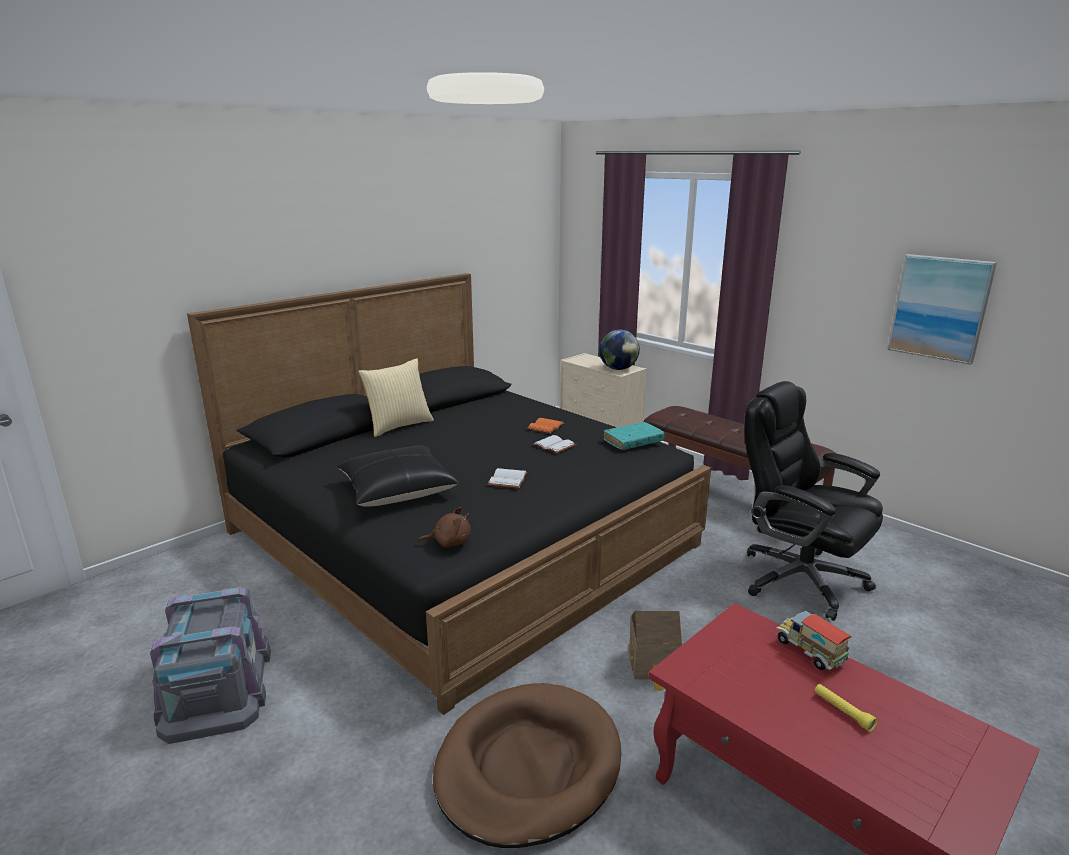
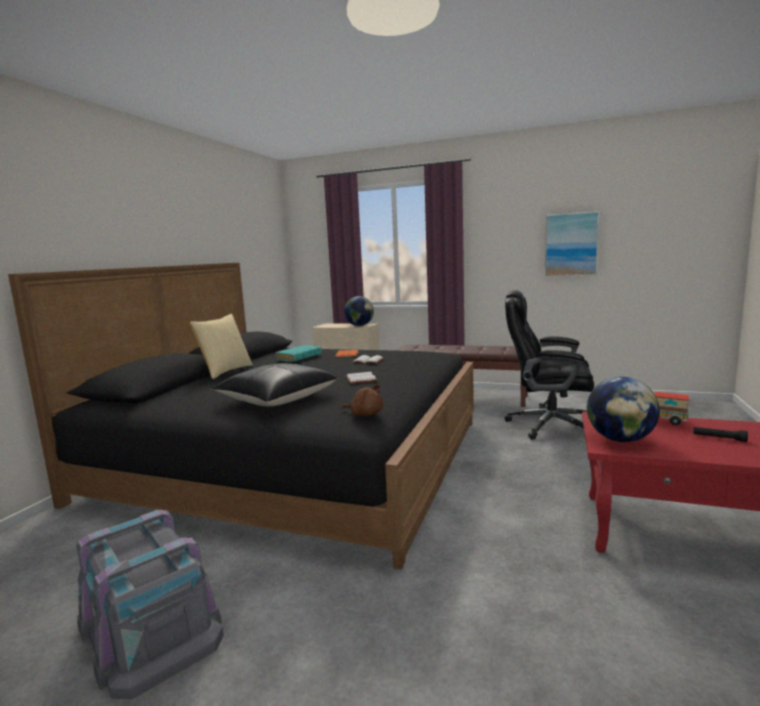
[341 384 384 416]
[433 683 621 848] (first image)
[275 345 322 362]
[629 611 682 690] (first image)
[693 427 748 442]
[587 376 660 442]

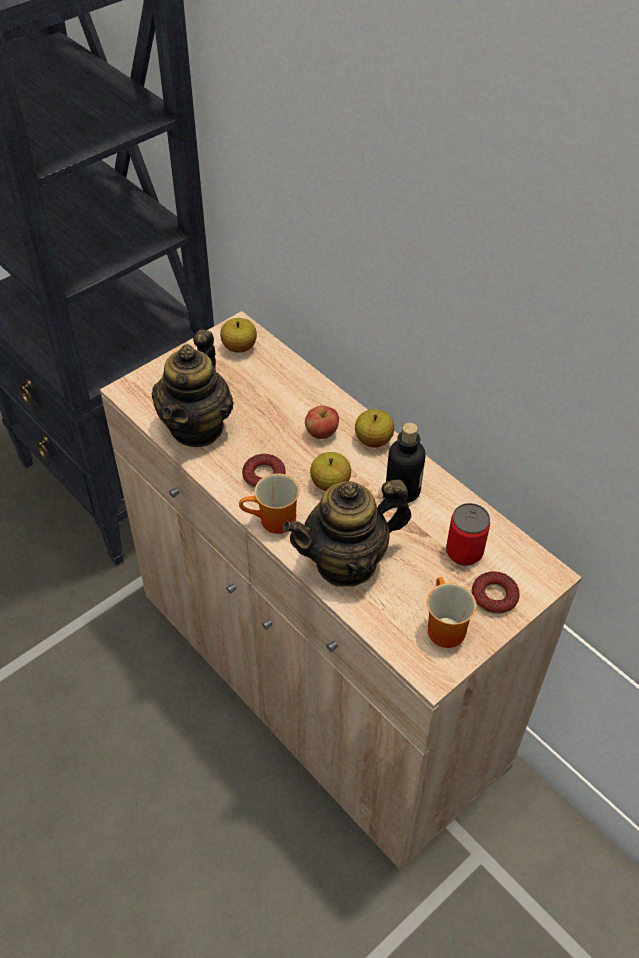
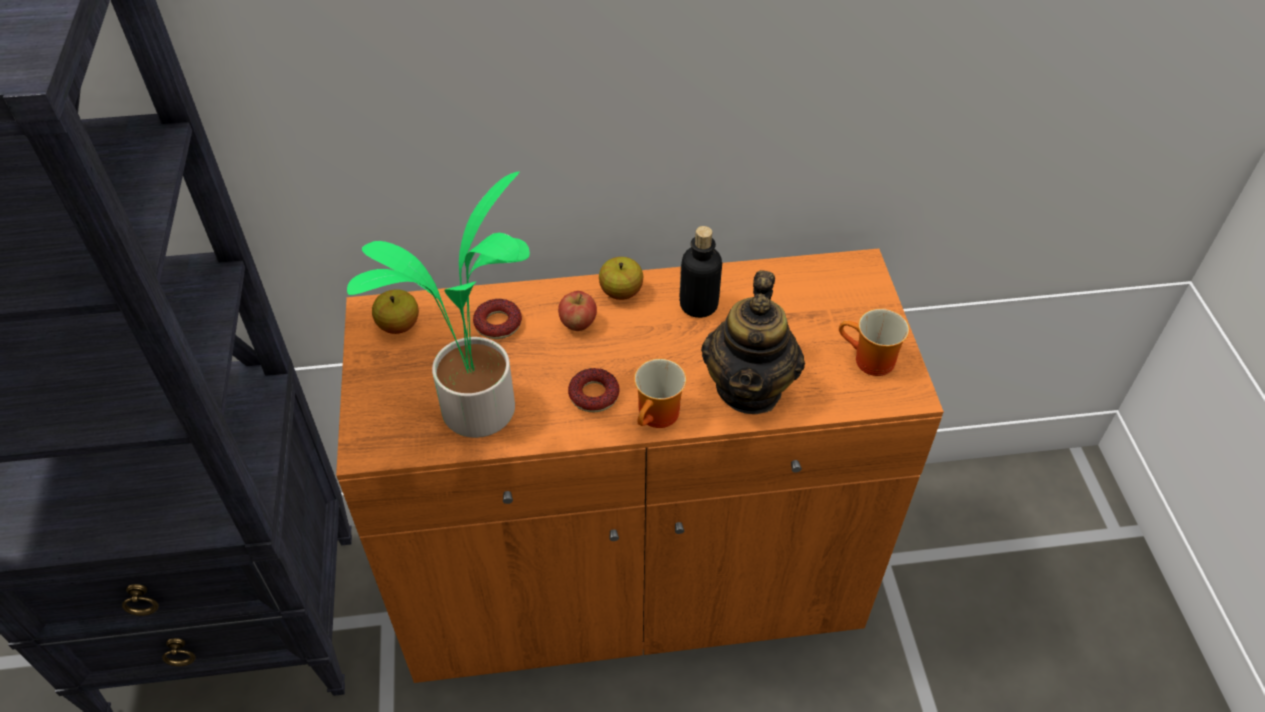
[336 249 944 683]
[347 172 530 438]
[310 452 351 491] (first image)
[446 503 490 566] (first image)
[473 299 522 339]

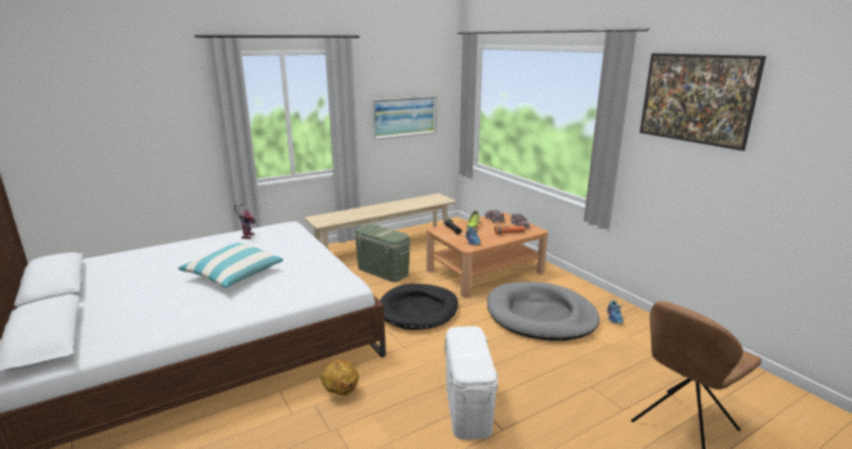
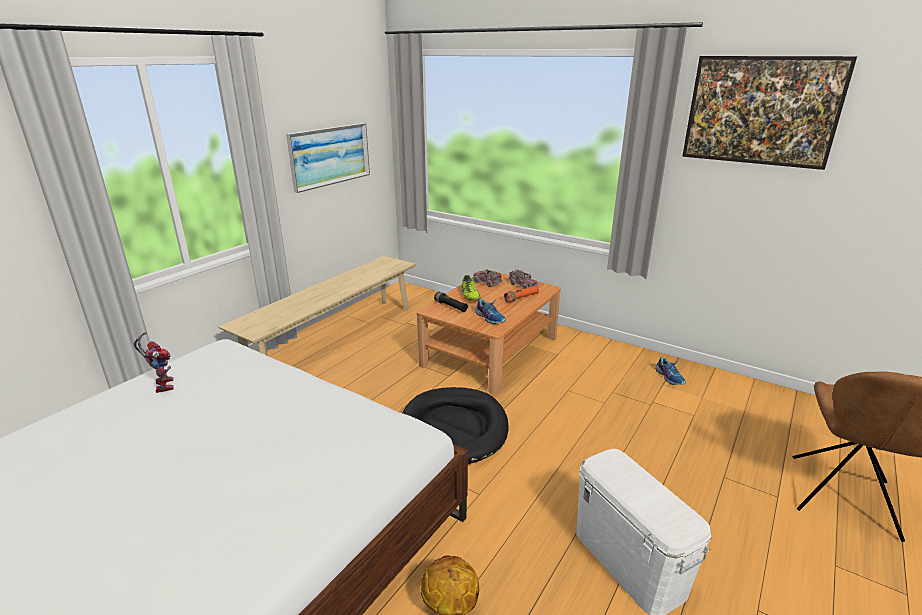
[178 243 283 288] (first image)
[354 224 411 282] (first image)
[487 282 600 341] (first image)

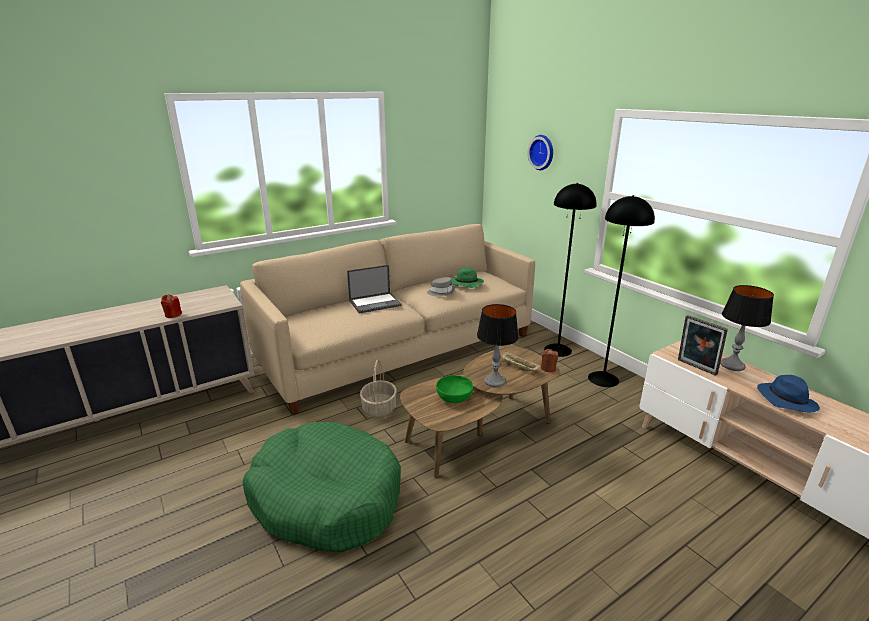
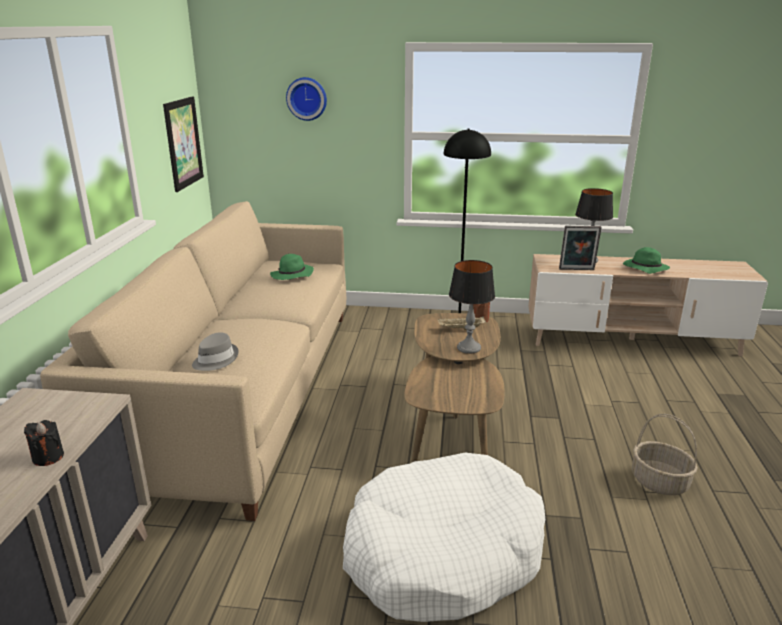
[24 420 64 466]
[343 453 545 622]
[347 265 402 314] (first image)
[632 414 698 495]
[192 332 239 371]
[436 375 473 403] (first image)
[544 183 597 357] (first image)
[623 247 670 274]
[163 96 204 192]

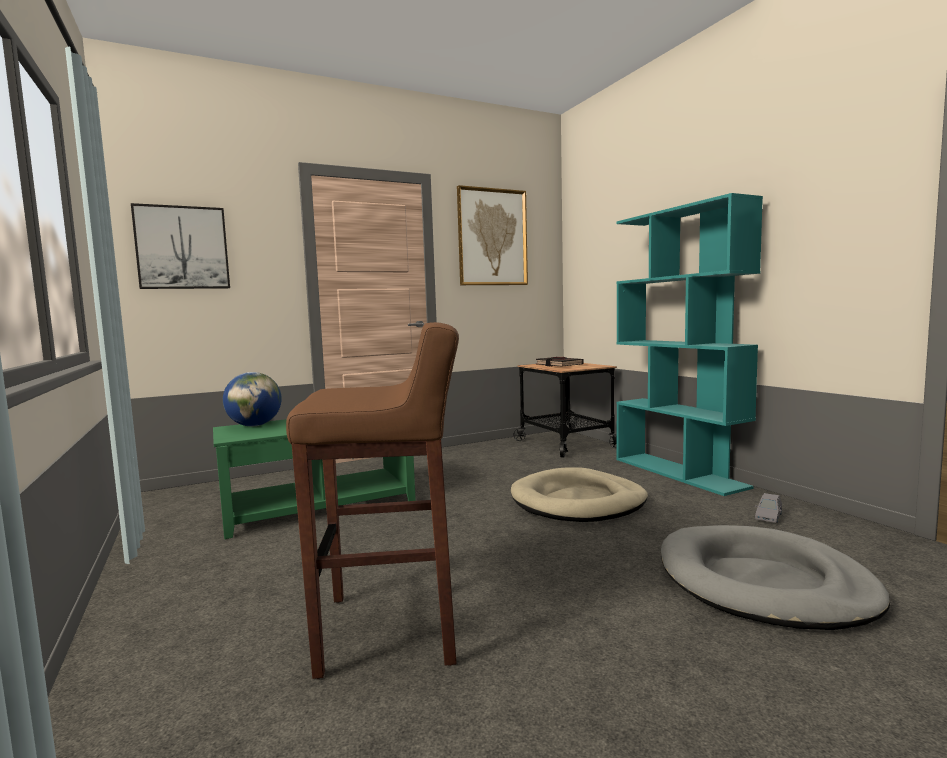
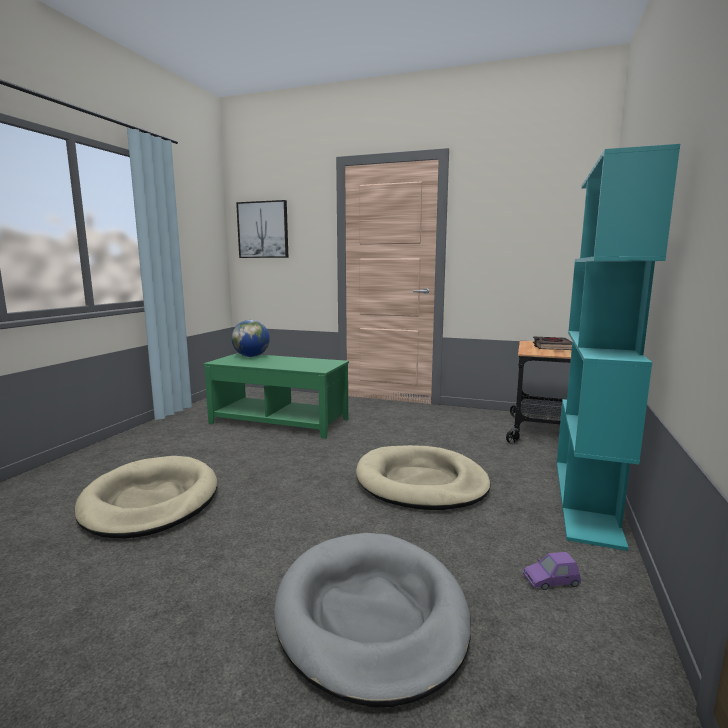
[75 456 217 538]
[457 185 528 285] (first image)
[523 552 581 590]

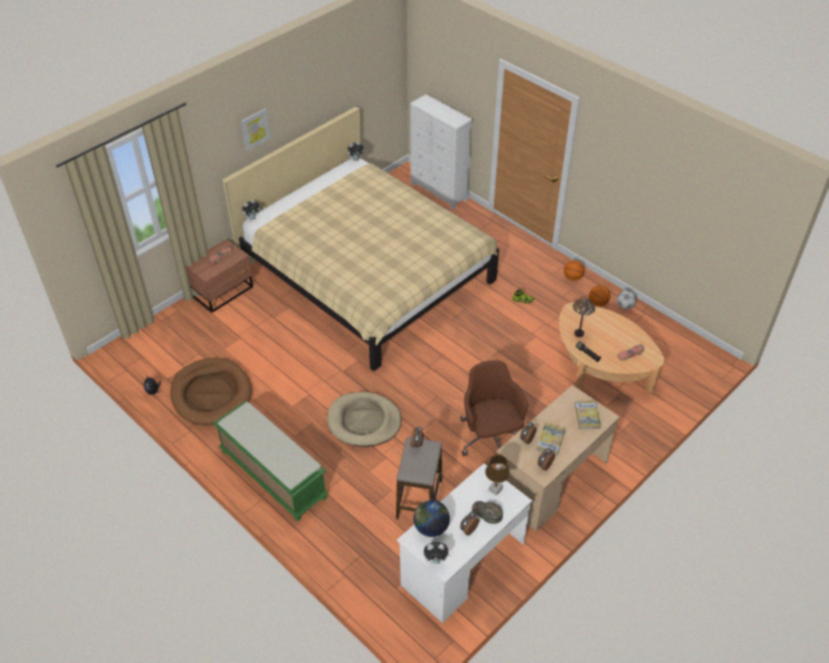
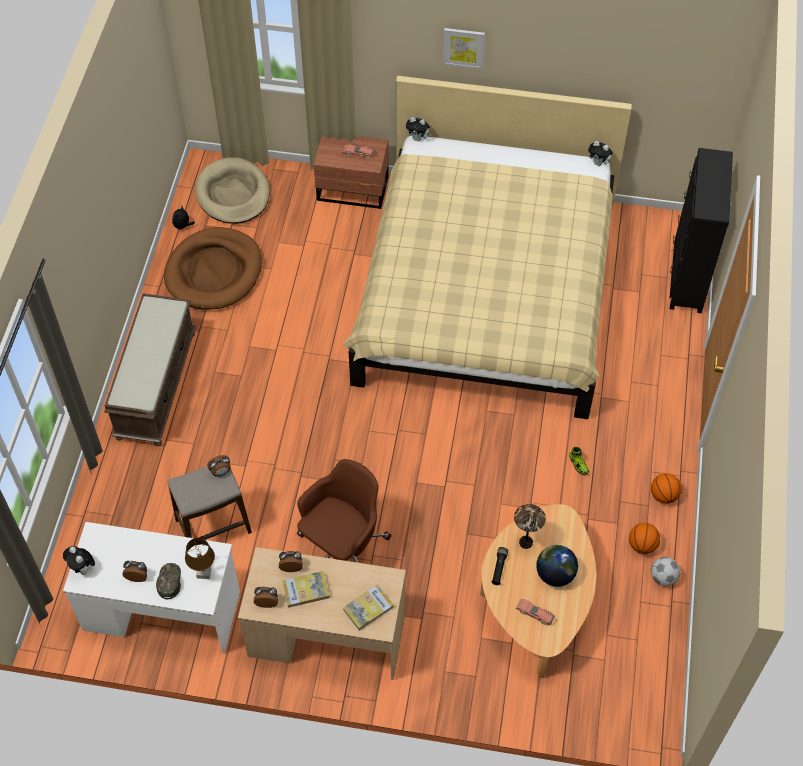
[104 293 196 446]
[195 157 270 224]
[670 148 733 313]
[536 545 578 587]

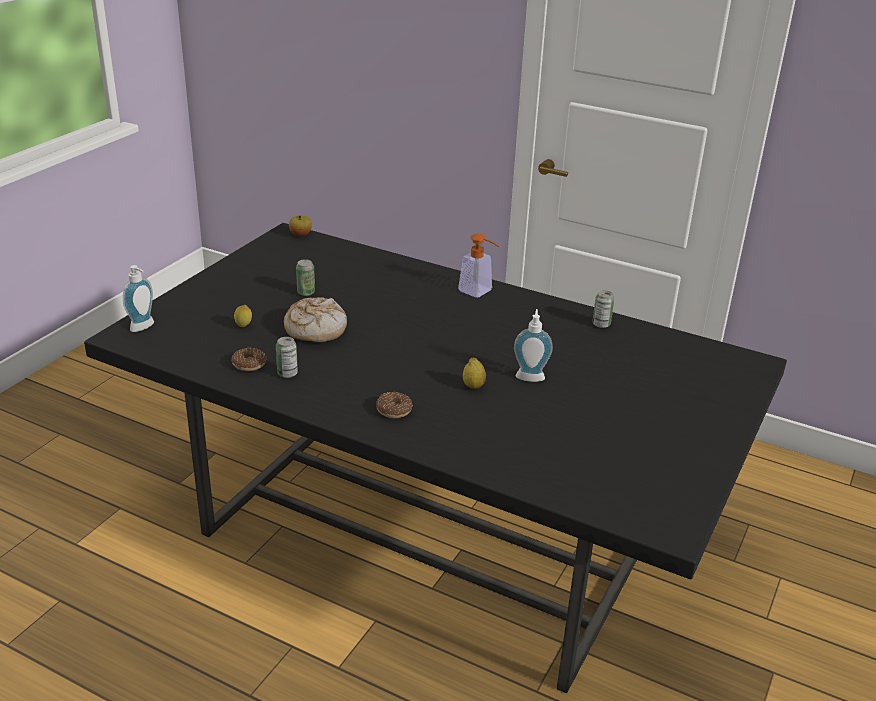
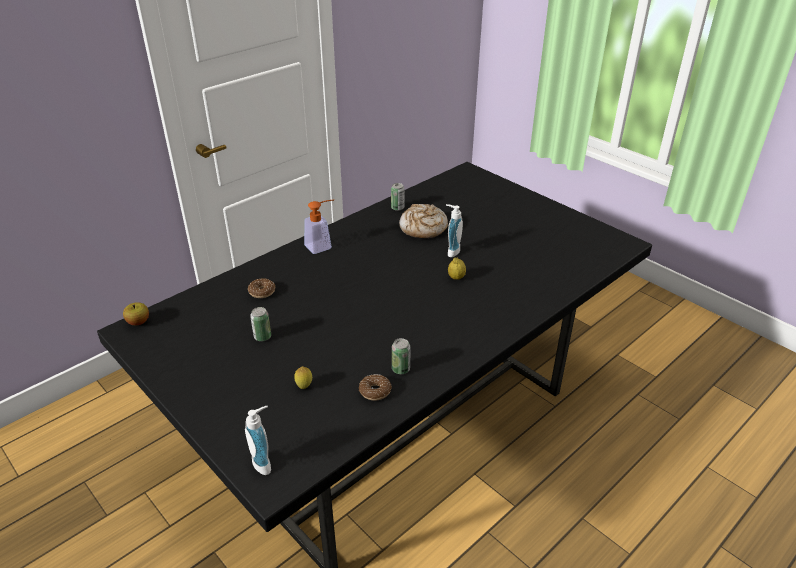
[399 204 448 238]
[248 278 275 298]

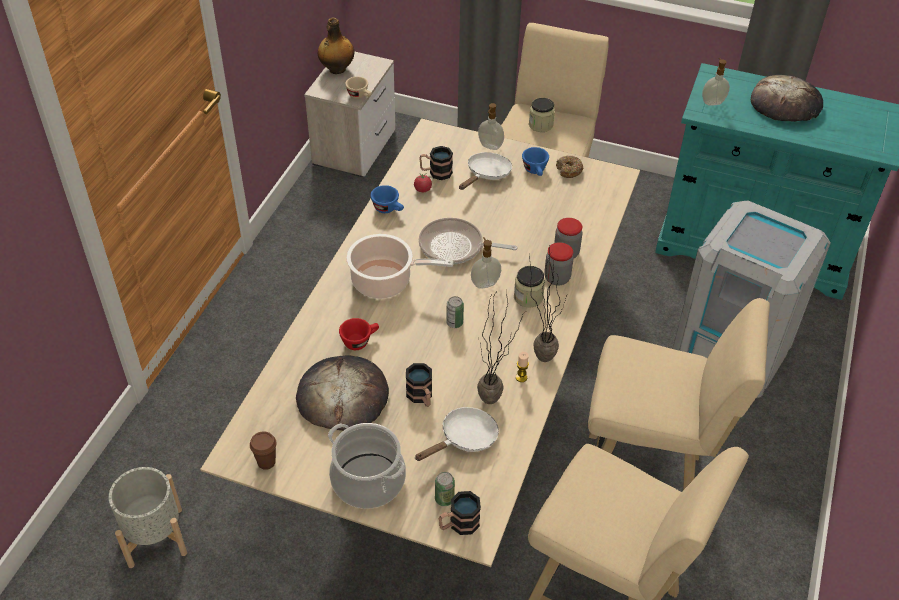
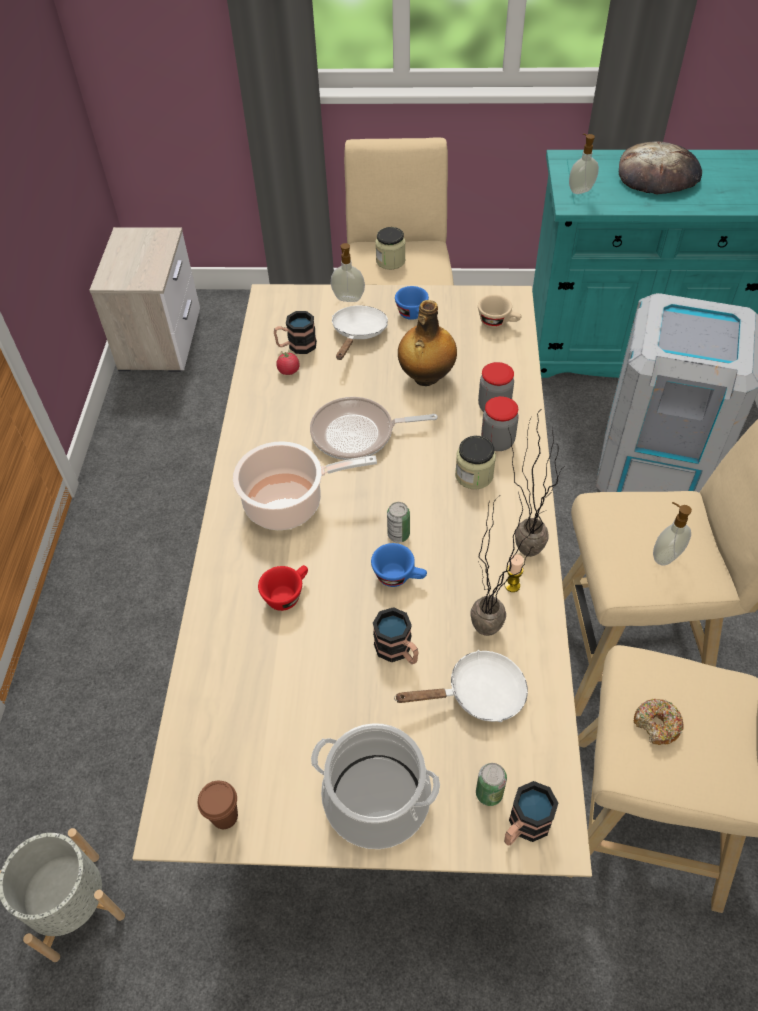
[296 356 389 431] (first image)
[398 300 457 386]
[478 295 522 329]
[371 543 427 587]
[394 650 528 722]
[653 502 692 566]
[634 699 684 745]

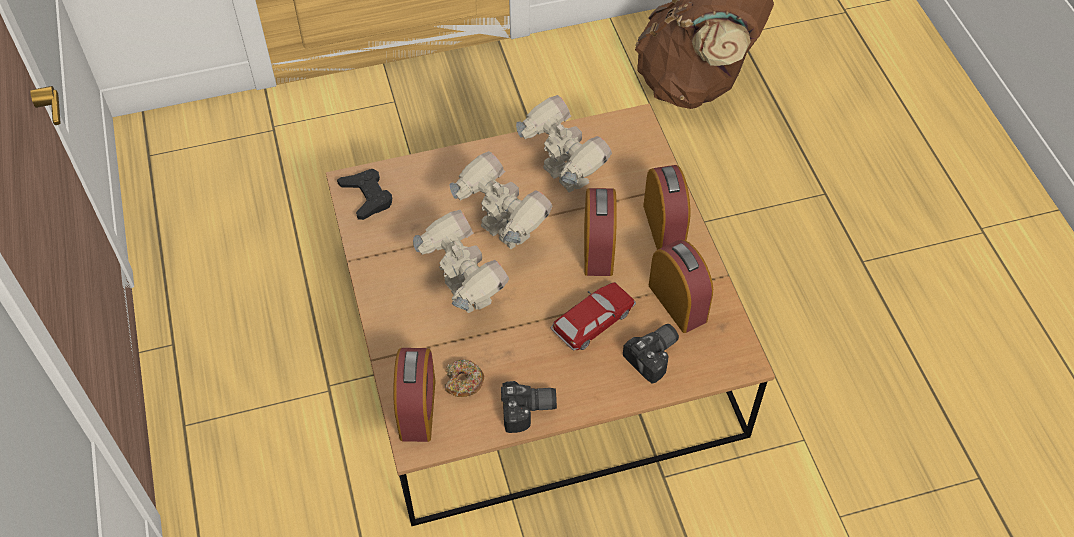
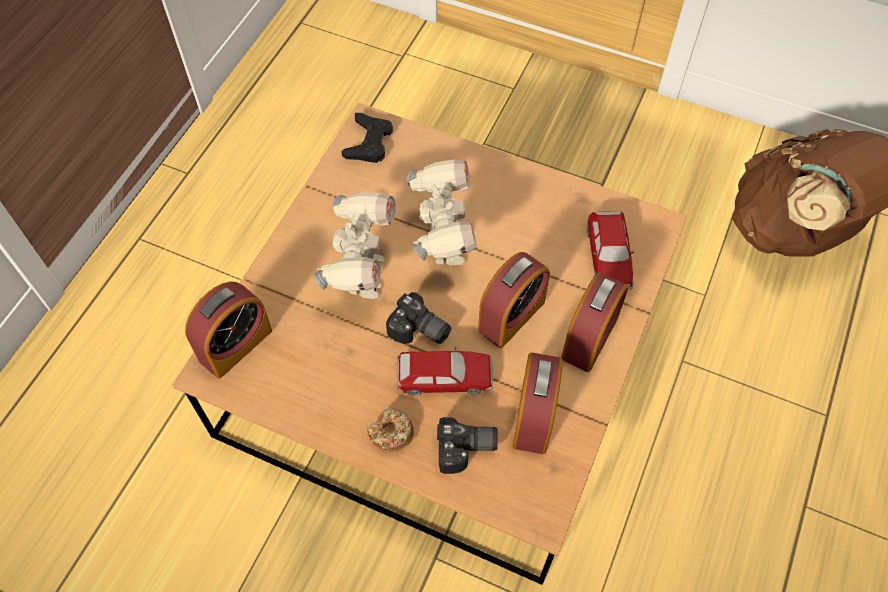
[367 407 414 452]
[386 292 451 344]
[516 95 612 193] (first image)
[587 211 634 289]

